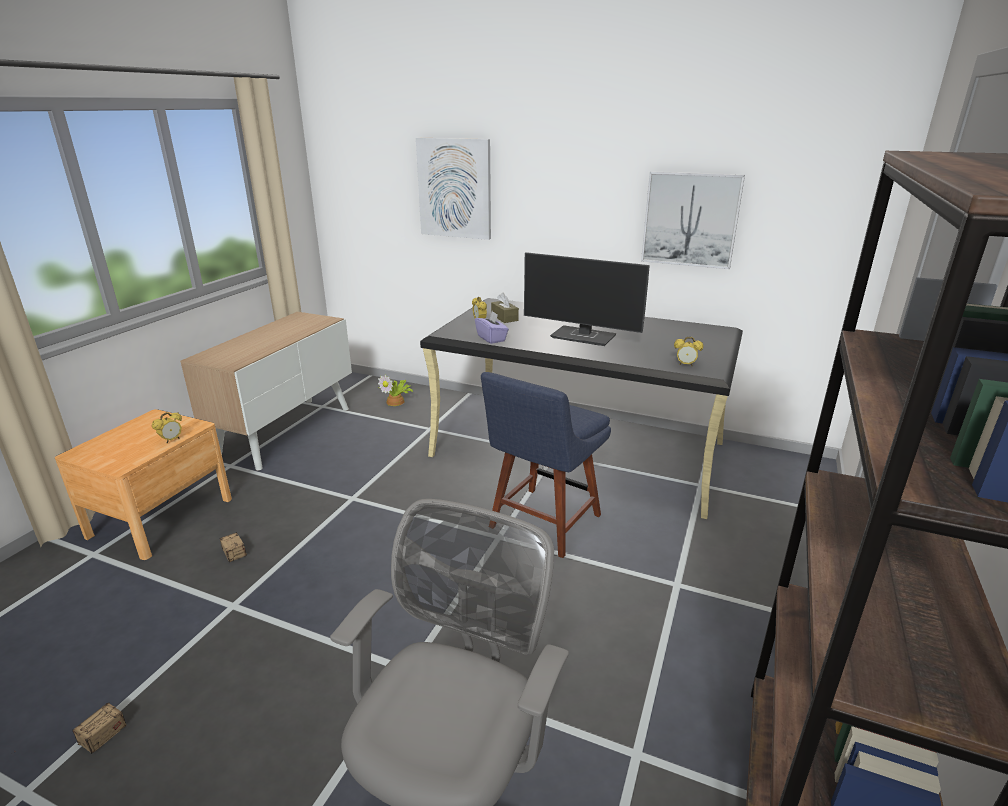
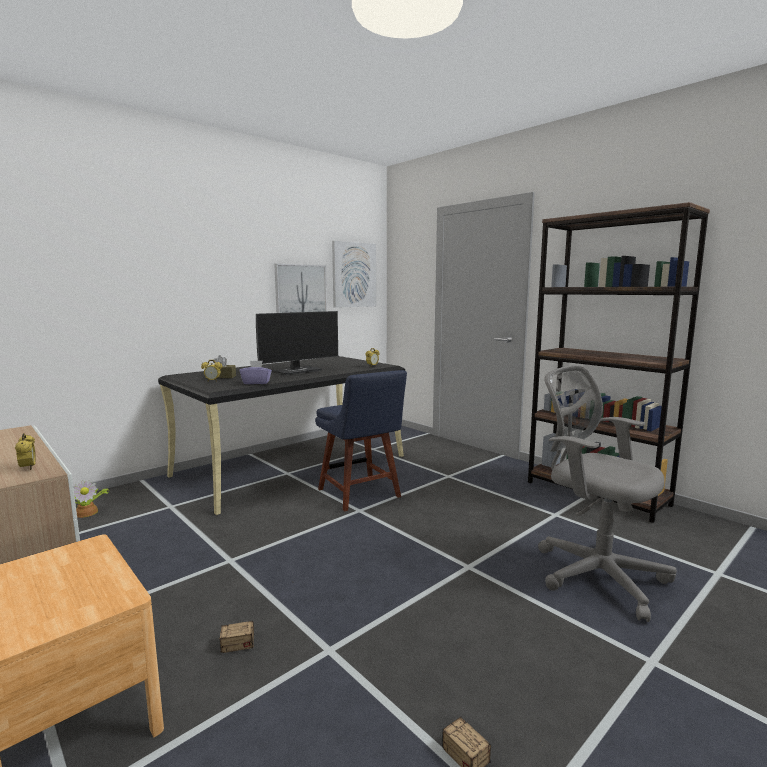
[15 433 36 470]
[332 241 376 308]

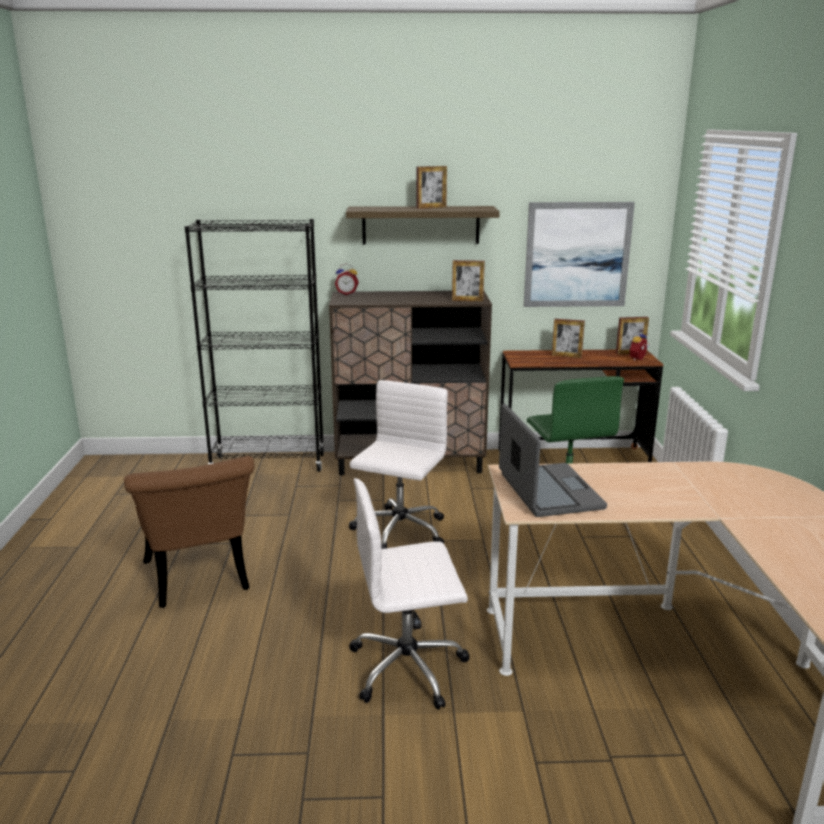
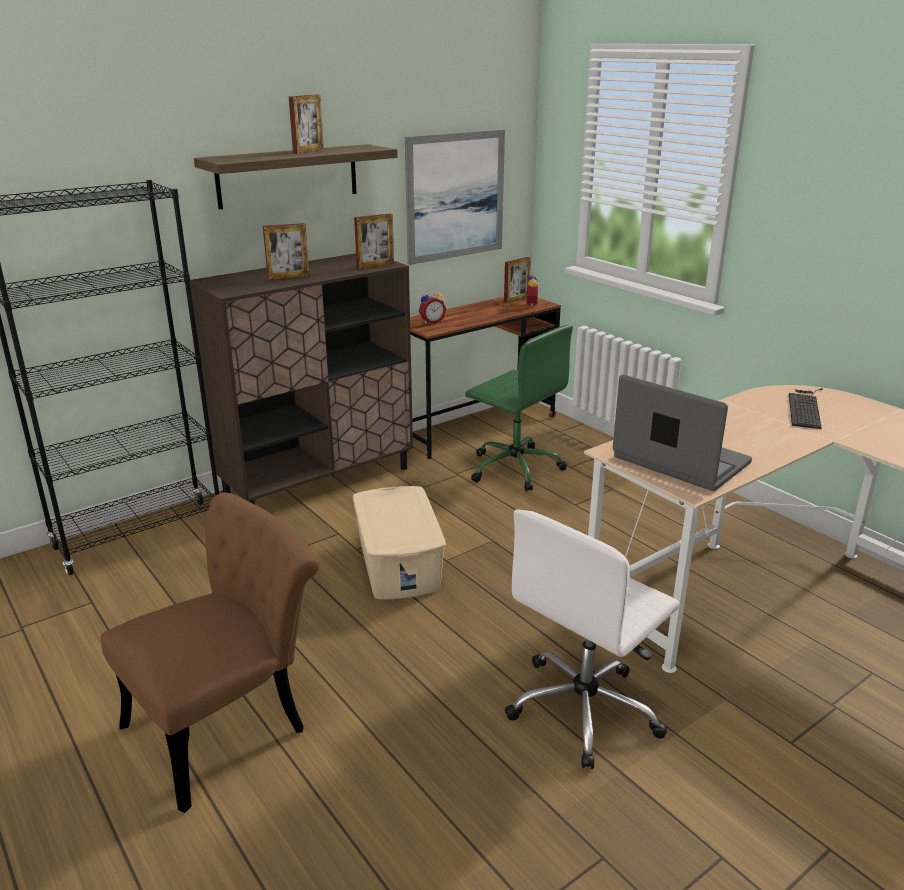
[101 493 320 813]
[419 288 446 324]
[353 486 446 600]
[263 223 309 280]
[789 388 823 429]

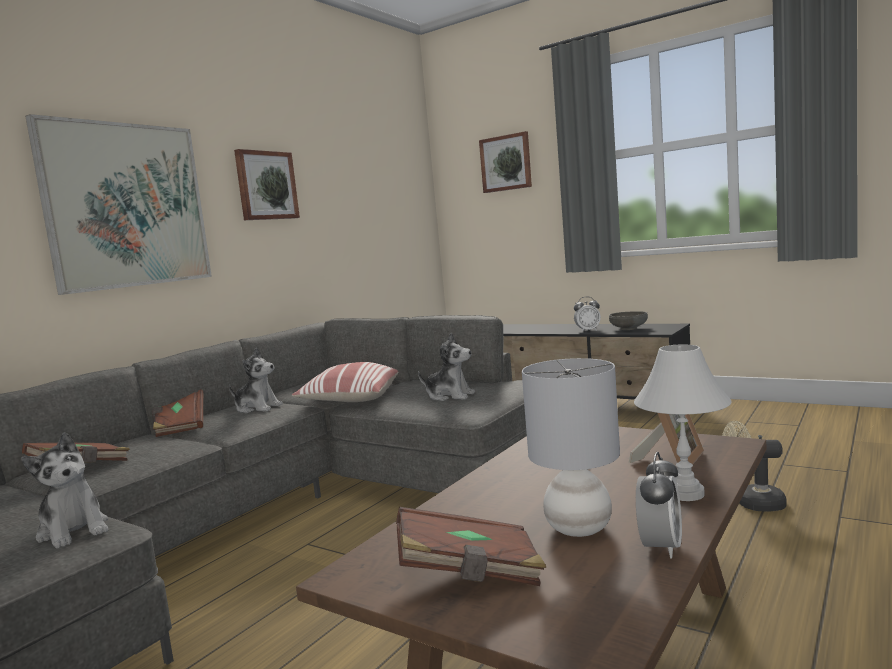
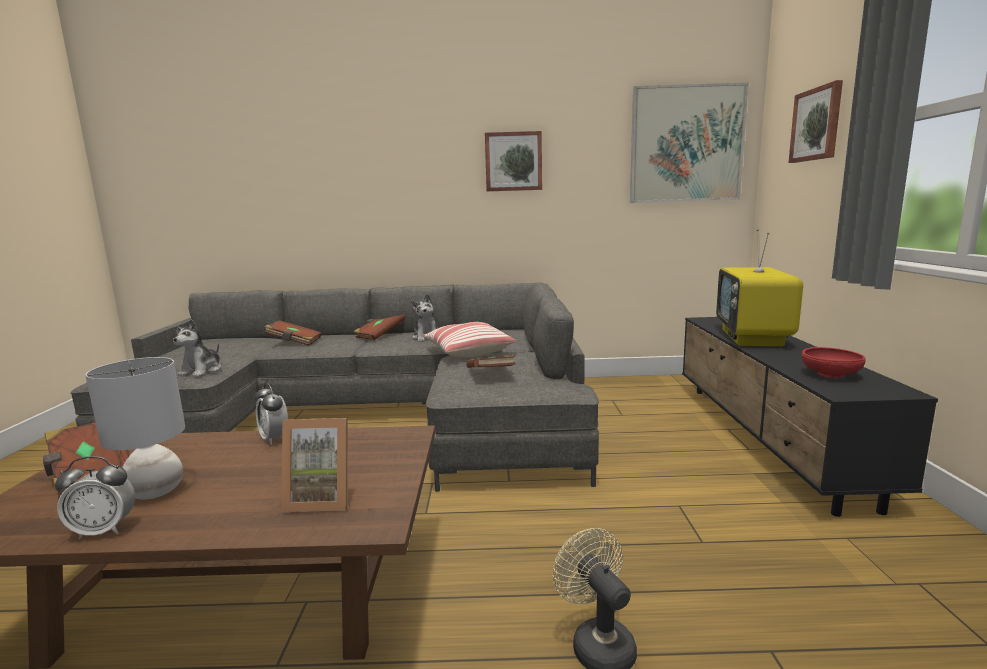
[630 83 749 203]
[466 355 515 368]
[255 383 288 445]
[802 347 866 378]
[634 344 732 501] (first image)
[716 229 803 346]

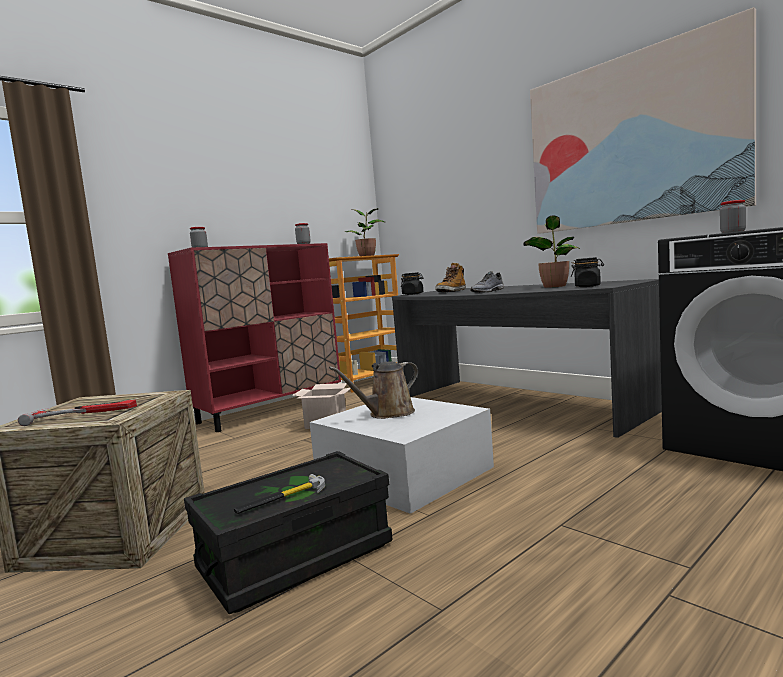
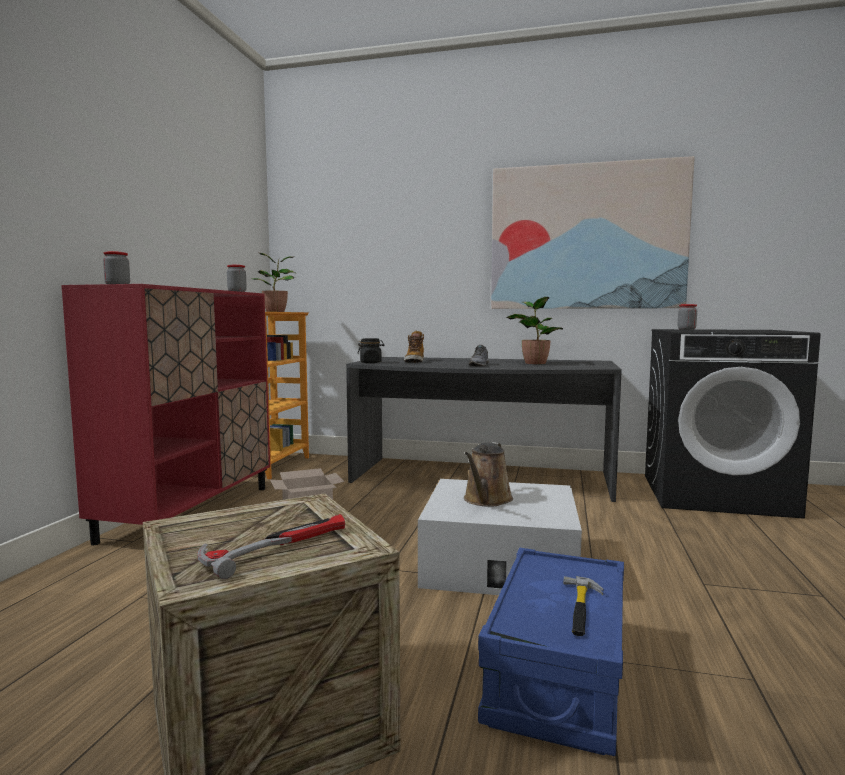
[478 548 624 756]
[571 257 604 287] (first image)

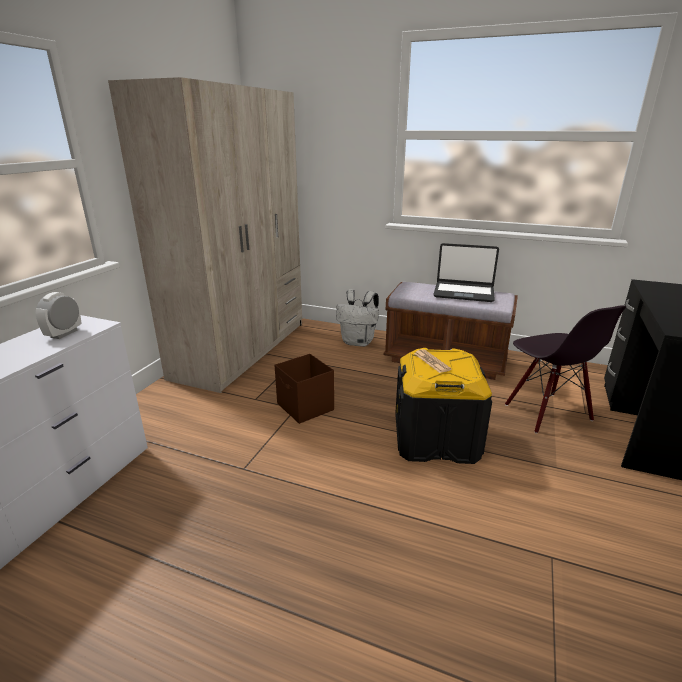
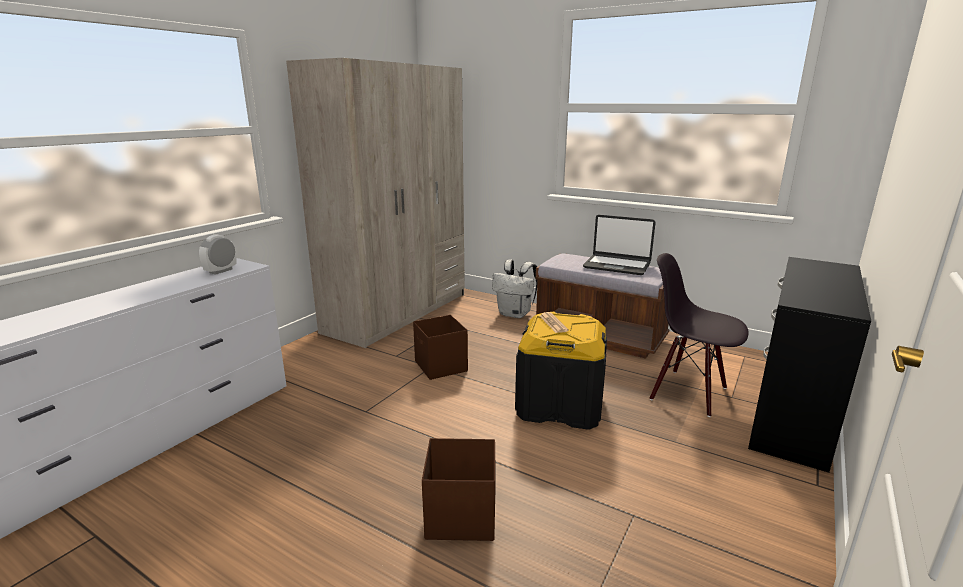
[650 253 749 417]
[422 438 496 541]

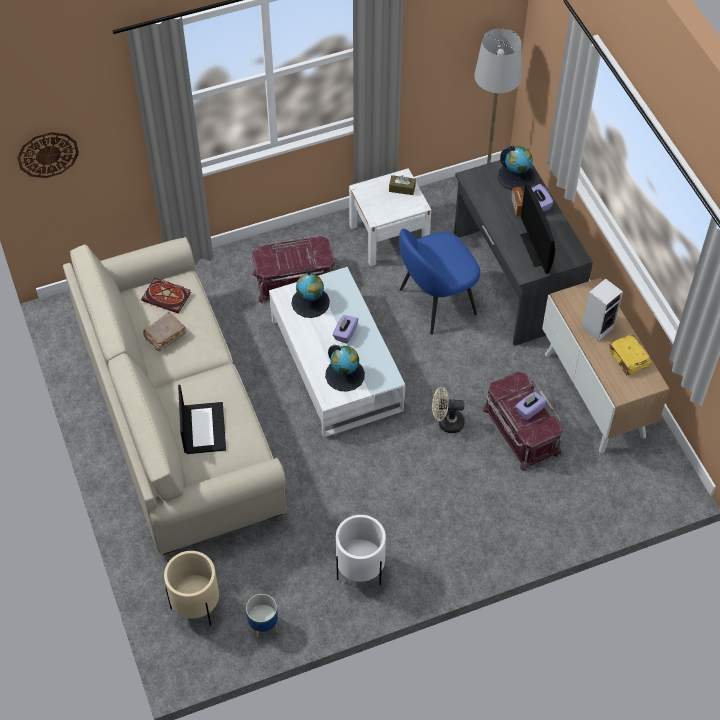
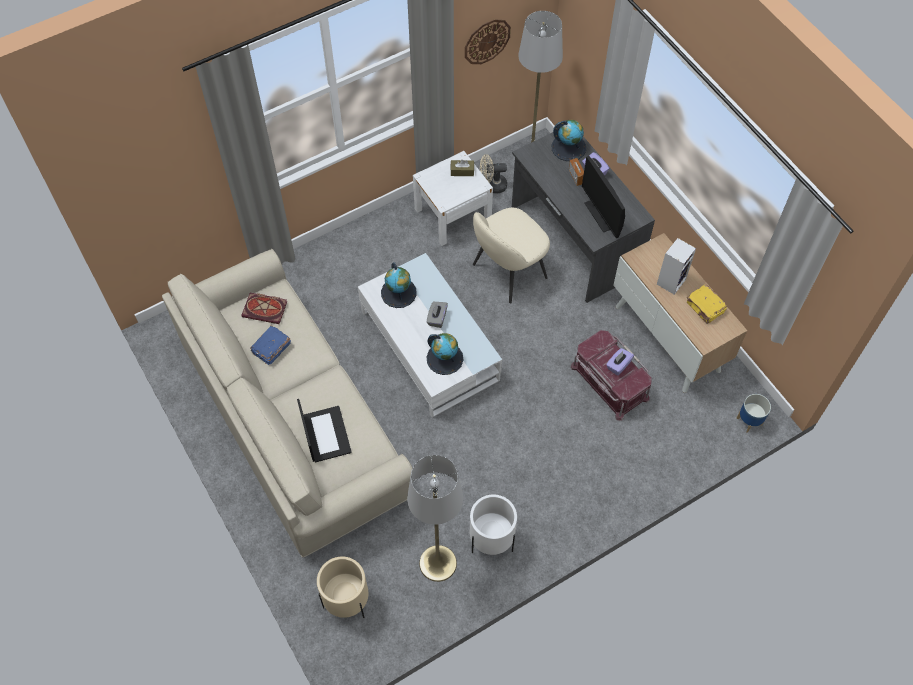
[465 19 511 64]
[251 325 291 365]
[736 394 771 433]
[252 236 335 304] (first image)
[427 302 448 328]
[473 208 550 303]
[480 154 507 193]
[407 455 463 582]

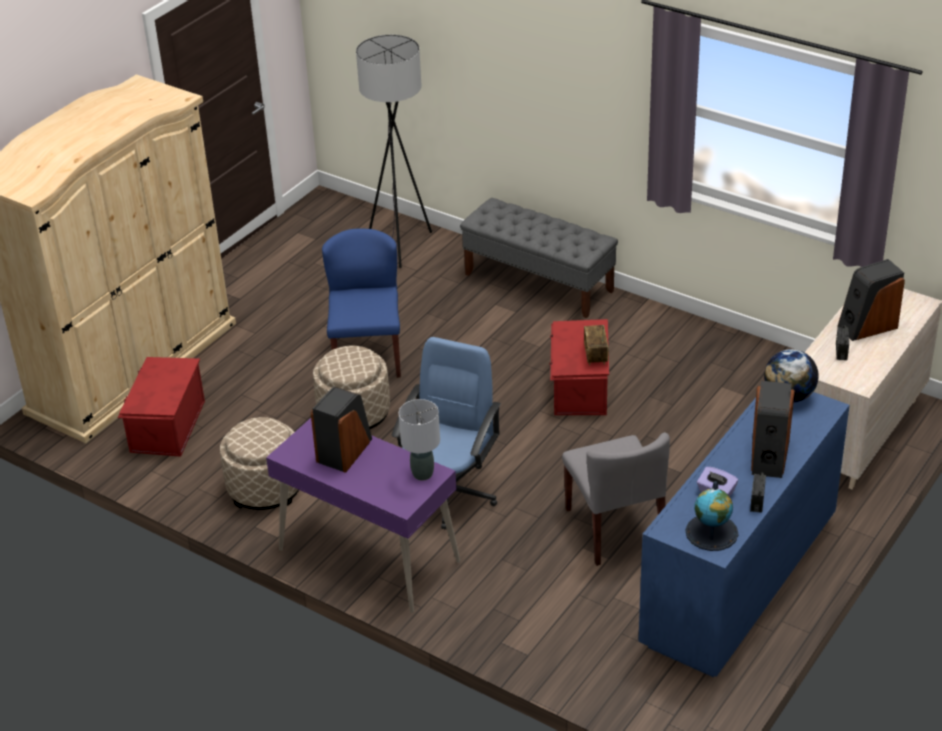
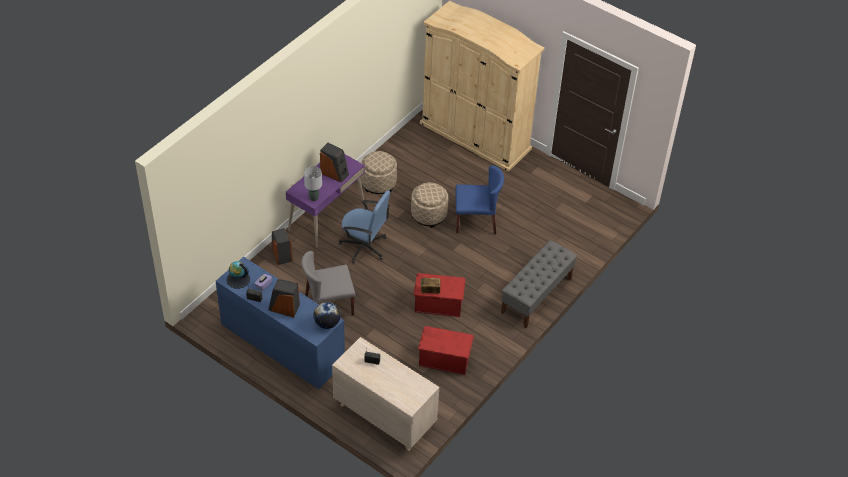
[418 326 474 375]
[356 35 432 268] (first image)
[272 228 293 265]

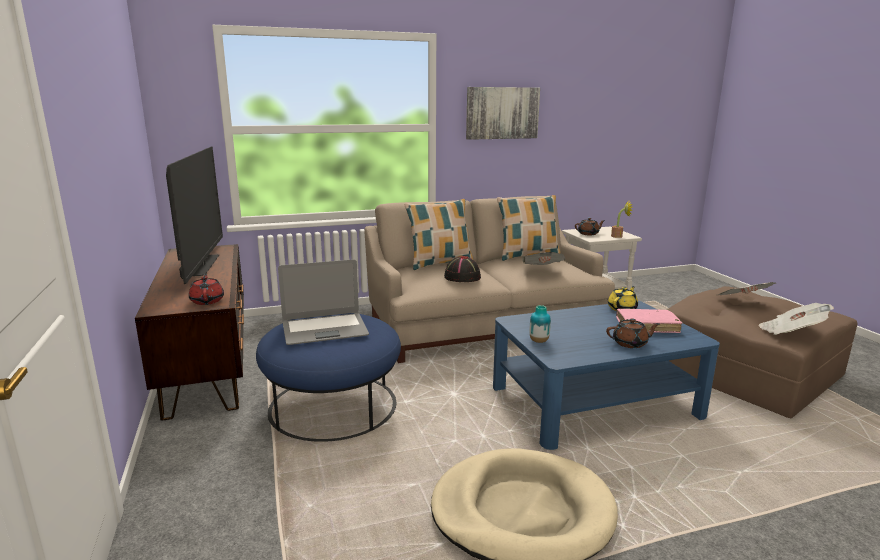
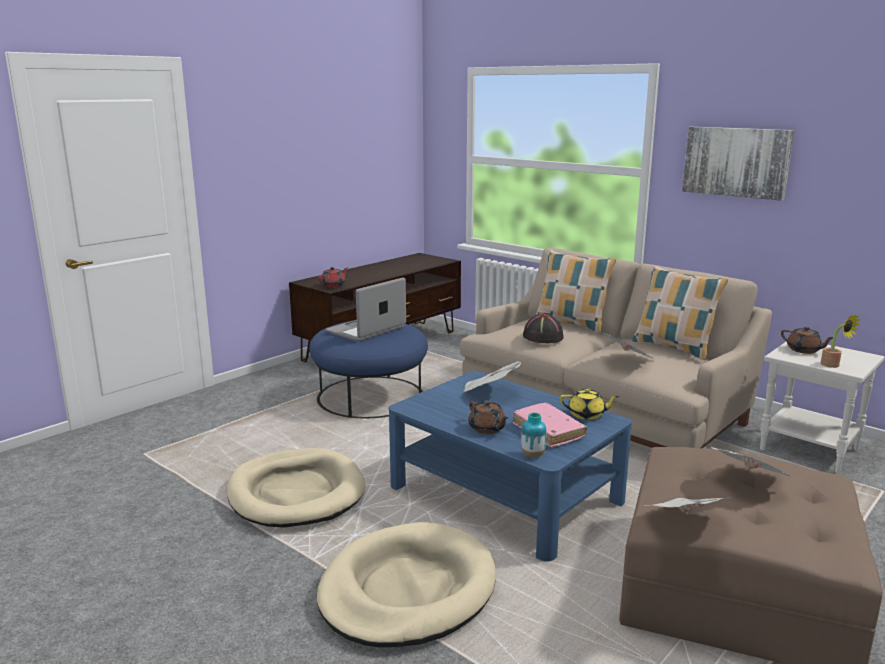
[166 147 223 284] (first image)
[326 277 406 342]
[521 412 546 458]
[317 522 496 647]
[462 361 521 393]

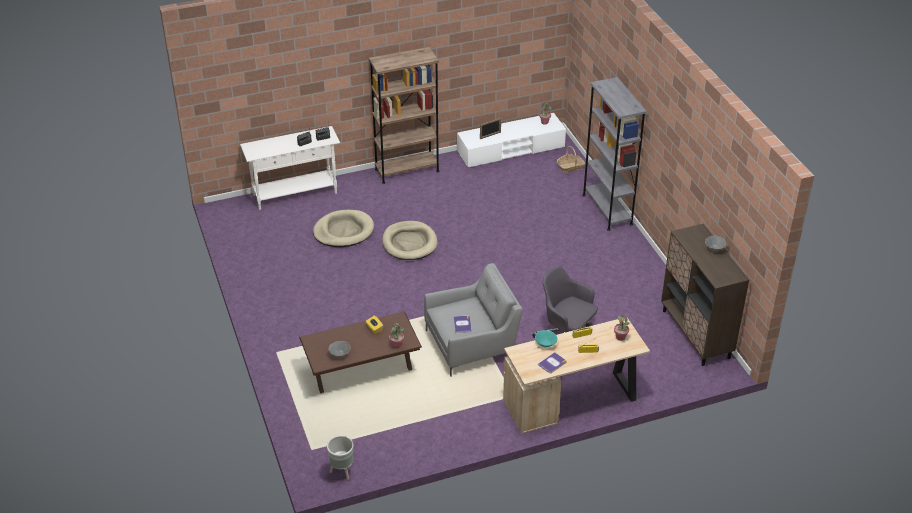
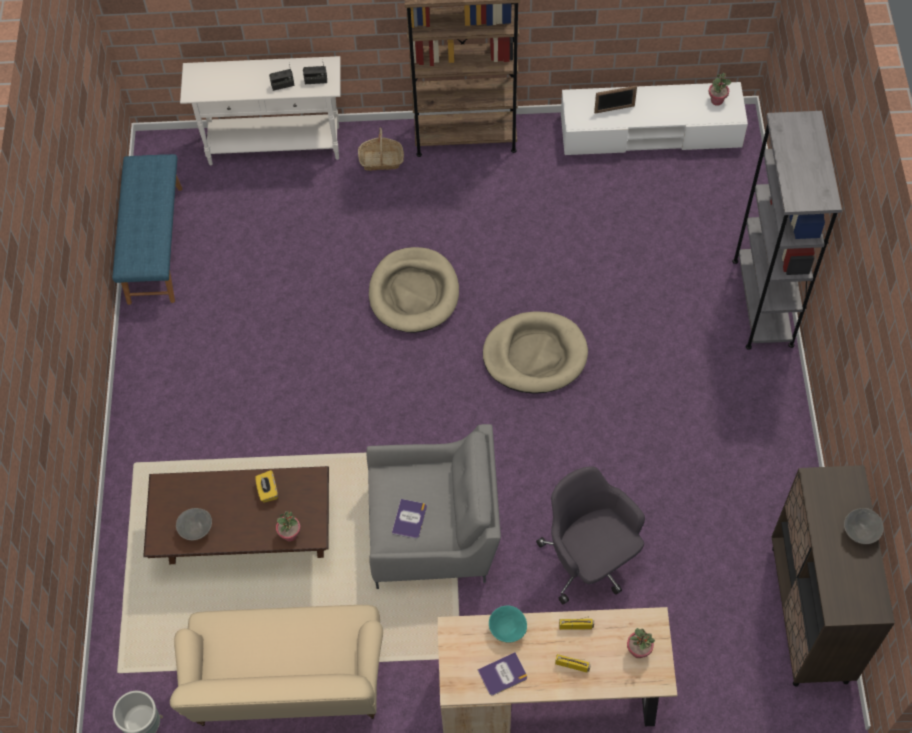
[483 311 588 393]
[358 127 404 171]
[112 154 182 305]
[170 605 383 726]

